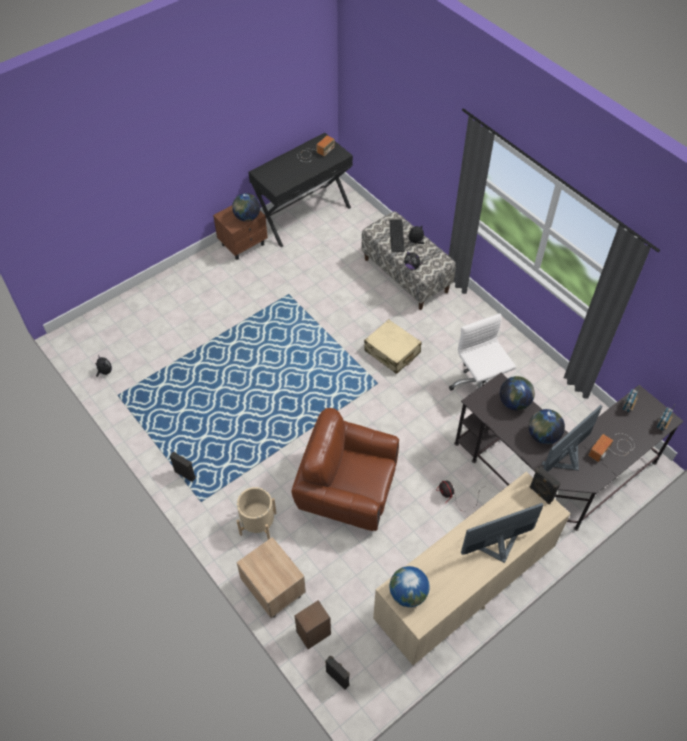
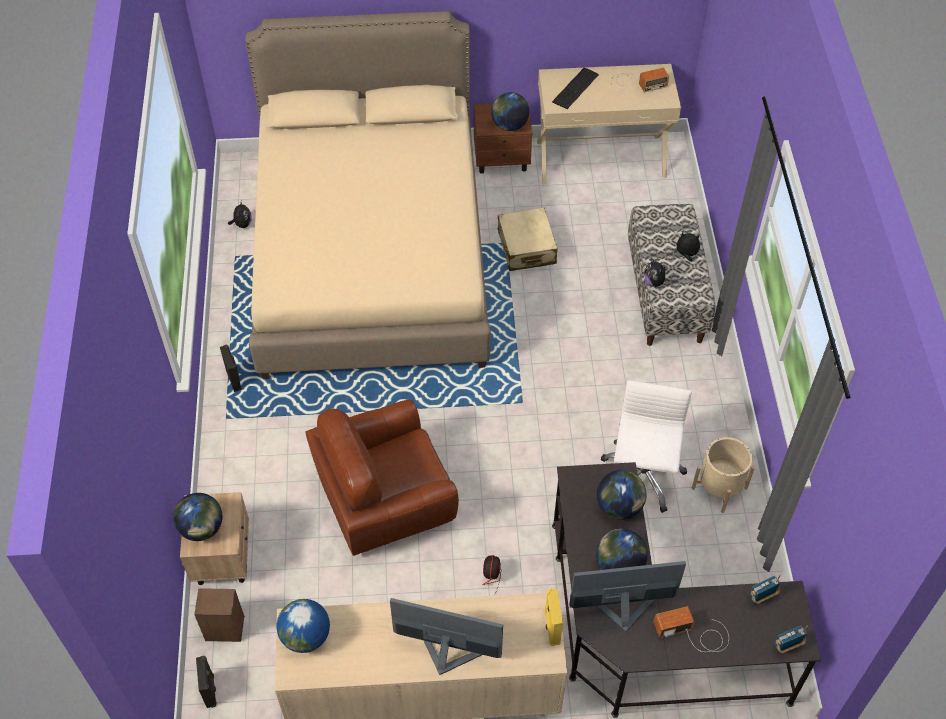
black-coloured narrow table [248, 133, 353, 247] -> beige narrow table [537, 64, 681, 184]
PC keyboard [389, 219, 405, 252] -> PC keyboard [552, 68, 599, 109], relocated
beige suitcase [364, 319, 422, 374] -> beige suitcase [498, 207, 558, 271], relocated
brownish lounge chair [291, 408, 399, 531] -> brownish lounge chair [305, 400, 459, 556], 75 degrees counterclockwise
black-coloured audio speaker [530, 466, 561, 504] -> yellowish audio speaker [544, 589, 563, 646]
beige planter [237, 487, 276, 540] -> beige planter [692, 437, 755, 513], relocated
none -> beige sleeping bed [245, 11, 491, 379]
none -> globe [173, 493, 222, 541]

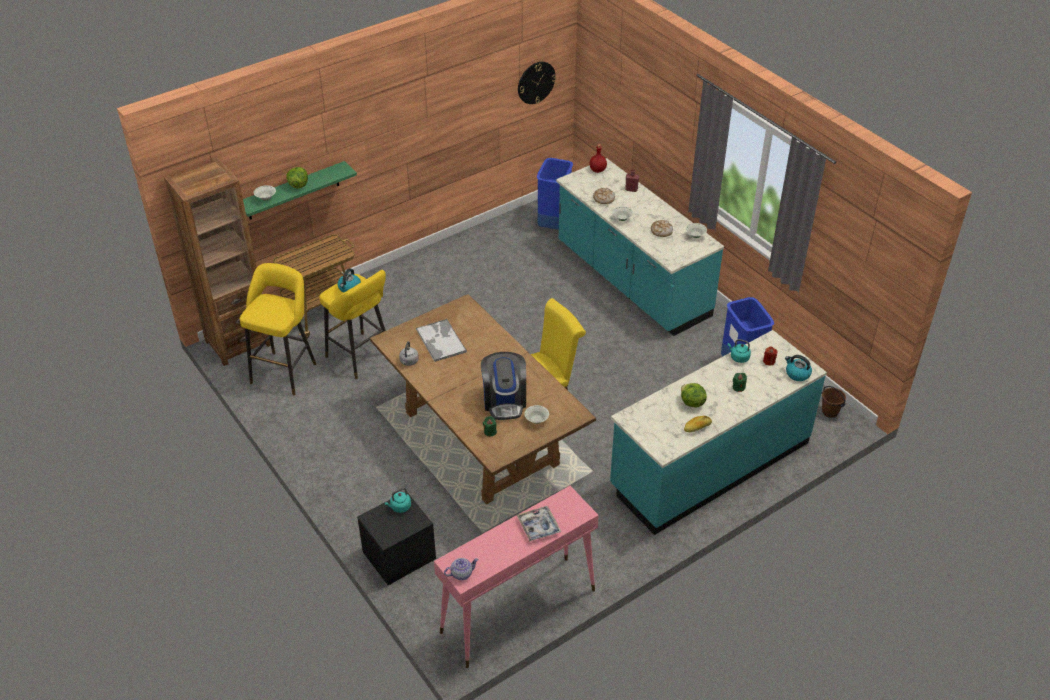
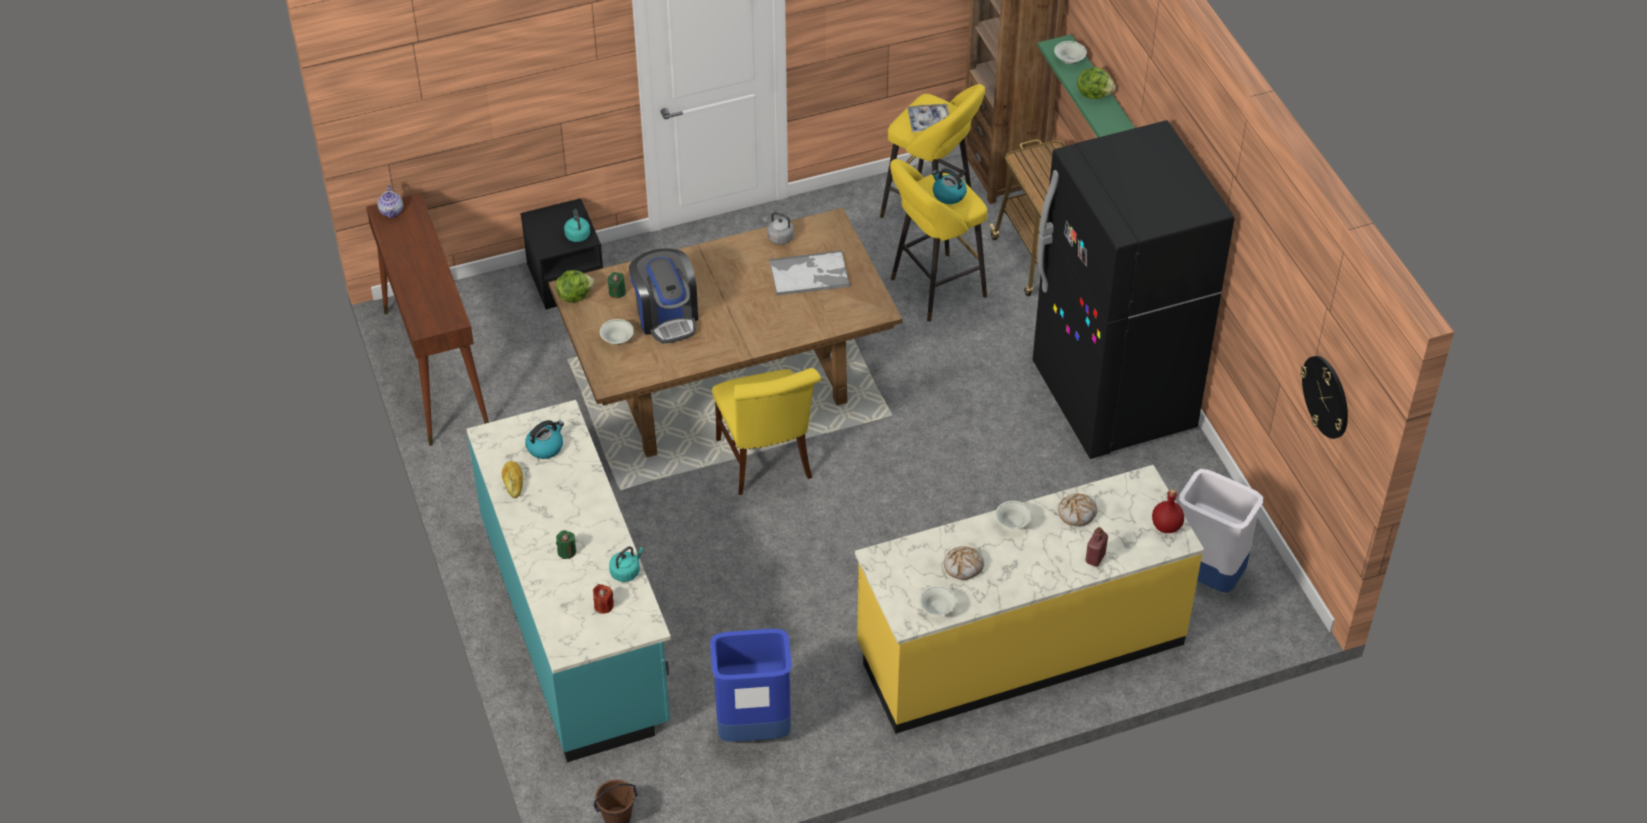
blue trash can [537, 158, 573, 230] -> white trash can [1179, 469, 1263, 593]
blue-green counter [556, 158, 724, 336] -> yellowish counter [855, 465, 1204, 734]
coffee machine [481, 352, 526, 420] -> coffee machine [629, 249, 698, 344], 120 degrees counterclockwise
tea kettle [785, 355, 812, 381] -> tea kettle [525, 420, 564, 459], relocated
lettuce head [681, 383, 707, 408] -> lettuce head [556, 270, 595, 303], relocated
pink-coloured narrow table [434, 486, 599, 668] -> brownish narrow table [366, 193, 489, 446]
tray [517, 506, 561, 542] -> tray [907, 104, 949, 132], relocated
none -> black-coloured kitchen fridge [1033, 120, 1234, 459]

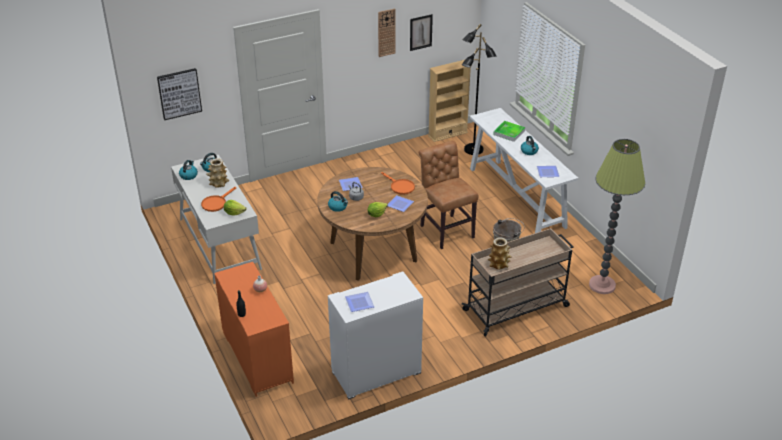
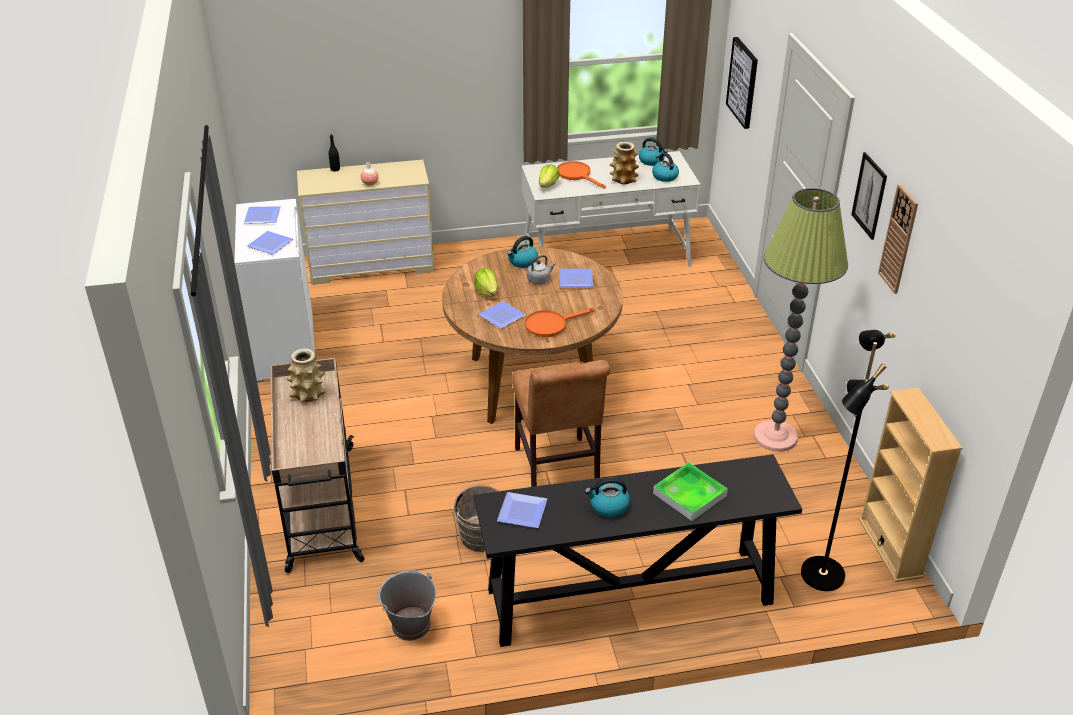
wall art [410, 14, 433, 51] -> wall art [851, 152, 887, 240], relocated
white narrow table [470, 108, 578, 233] -> black-coloured narrow table [474, 454, 802, 647]
standard lamp [589, 139, 645, 294] -> standard lamp [754, 188, 848, 452], relocated
brownish chair [419, 141, 479, 249] -> brownish chair [512, 360, 610, 487], 90 degrees clockwise
orangey chest of drawers [214, 262, 294, 397] -> beige chest of drawers [297, 160, 434, 285]
none -> flat dish [247, 231, 293, 255]
none -> greyish water bucket [377, 570, 436, 641]

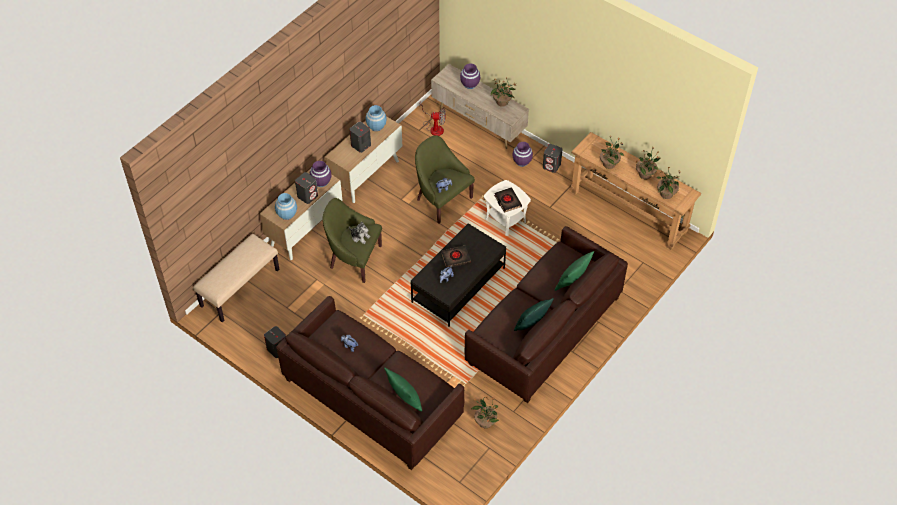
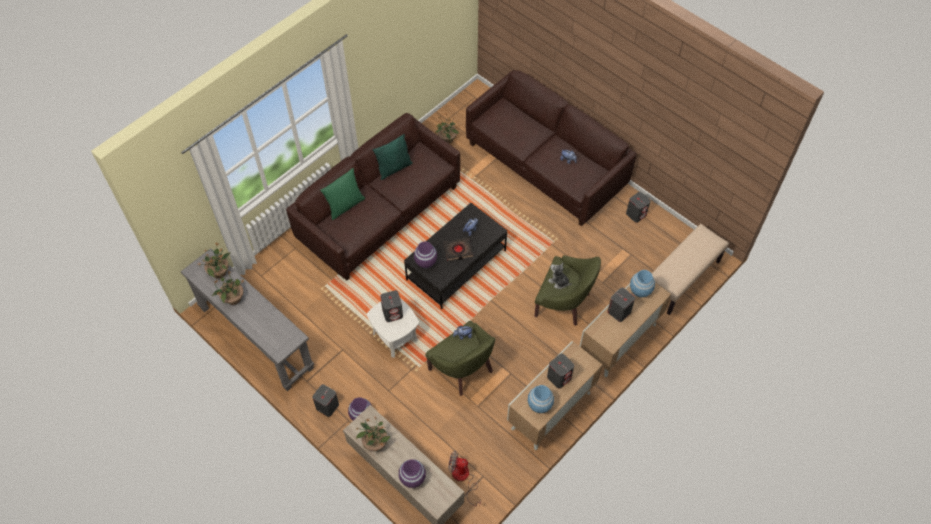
brownish narrow table [570, 132, 701, 250] -> greyish narrow table [181, 248, 314, 391]
plant in a pot [600, 135, 624, 169] -> none
purple flower vase [310, 161, 331, 187] -> purple flower vase [414, 241, 437, 268], relocated
black-coloured book [494, 187, 522, 213] -> greyish audio speaker [380, 290, 403, 322]
green cushion [384, 367, 422, 412] -> none

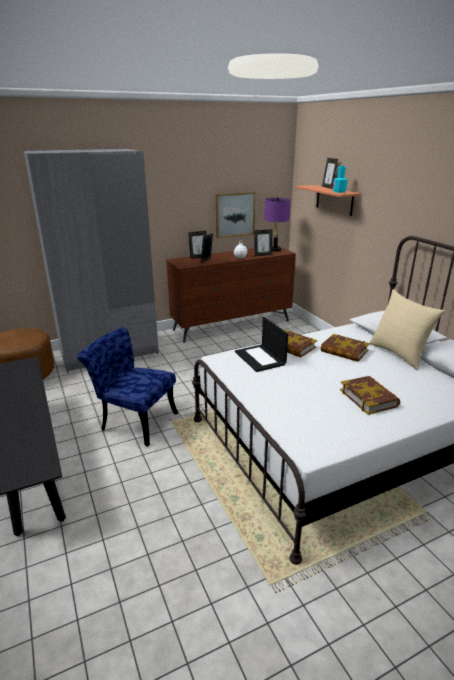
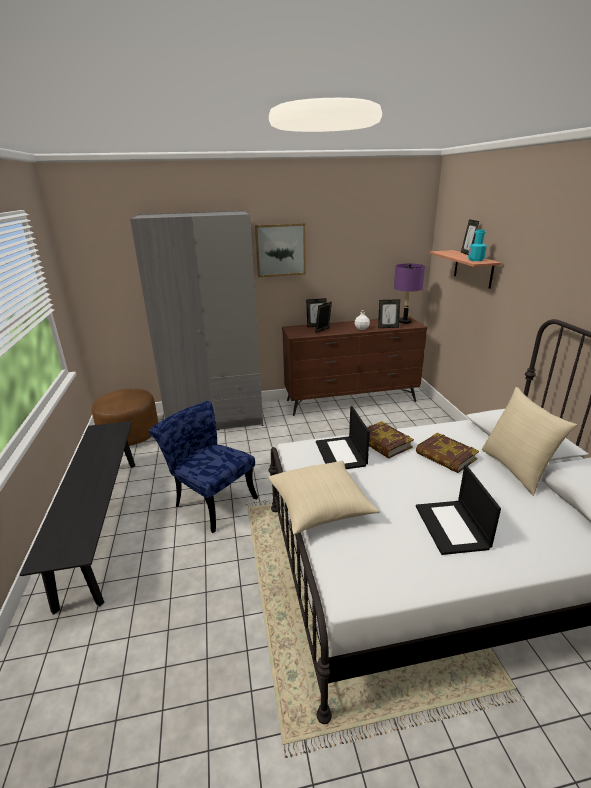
wall art [216, 192, 255, 238] -> wall art [255, 223, 306, 277], relocated
book [340, 376, 400, 415] -> notebook computer [416, 465, 501, 555]
none -> beige cushion [268, 461, 380, 535]

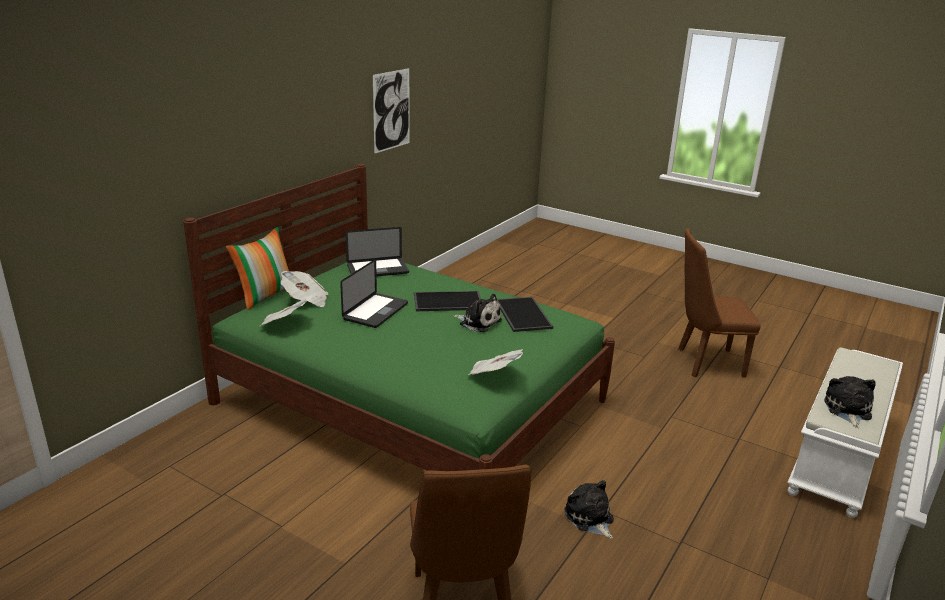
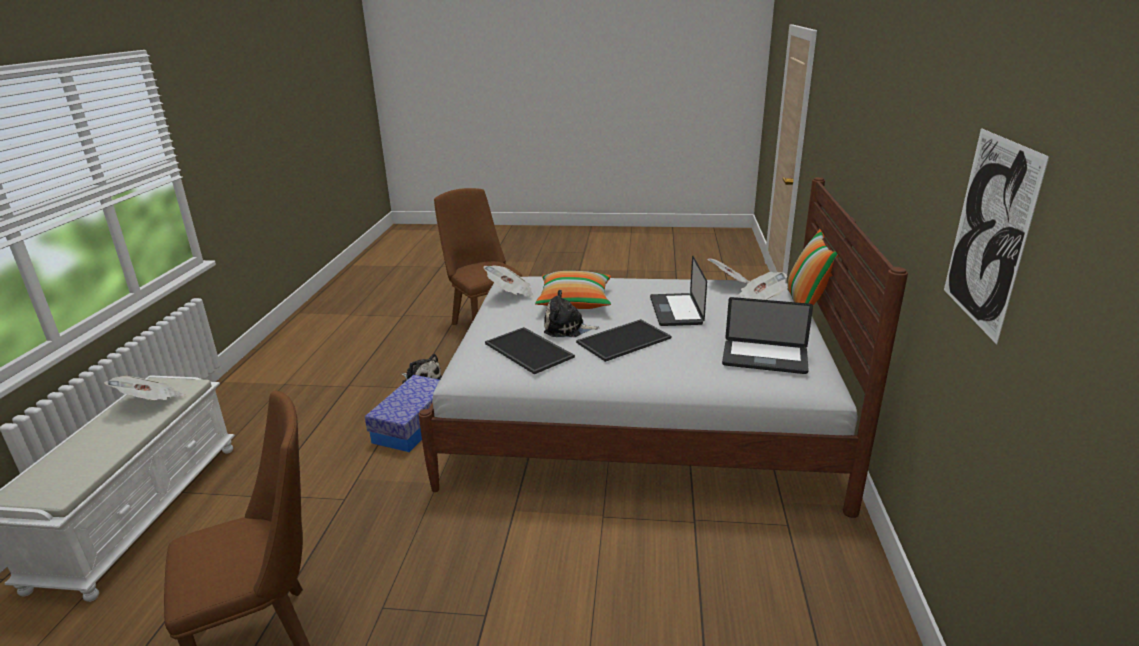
green sleeping bed [183, 164, 615, 471] -> white sleeping bed [418, 177, 908, 518]
notebook computer [345, 227, 409, 276] -> notebook computer [722, 297, 813, 374], 120 degrees counterclockwise
soft toy [824, 376, 876, 428] -> daily paper [104, 376, 185, 400]
none -> cushion [535, 271, 611, 309]
none -> storage container [365, 375, 440, 452]

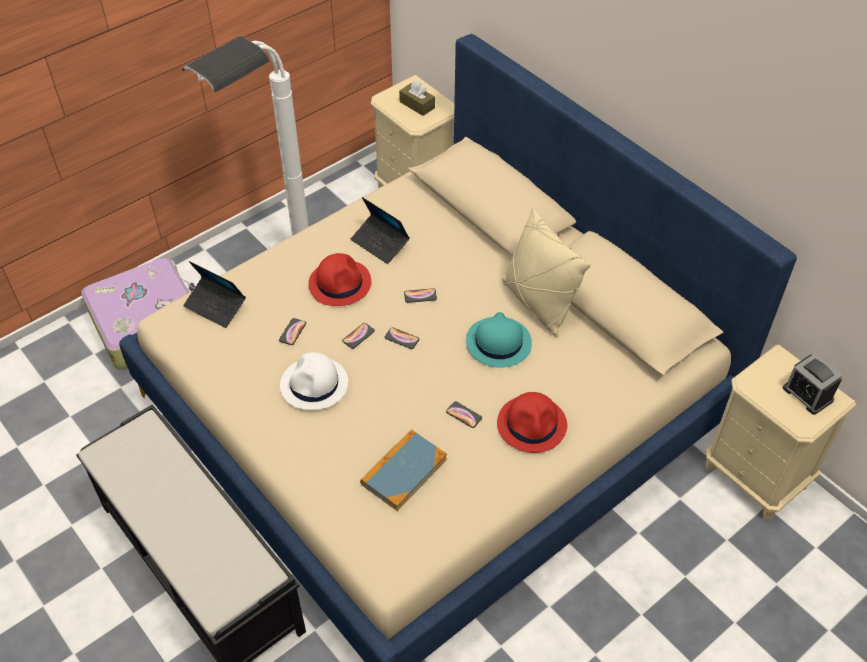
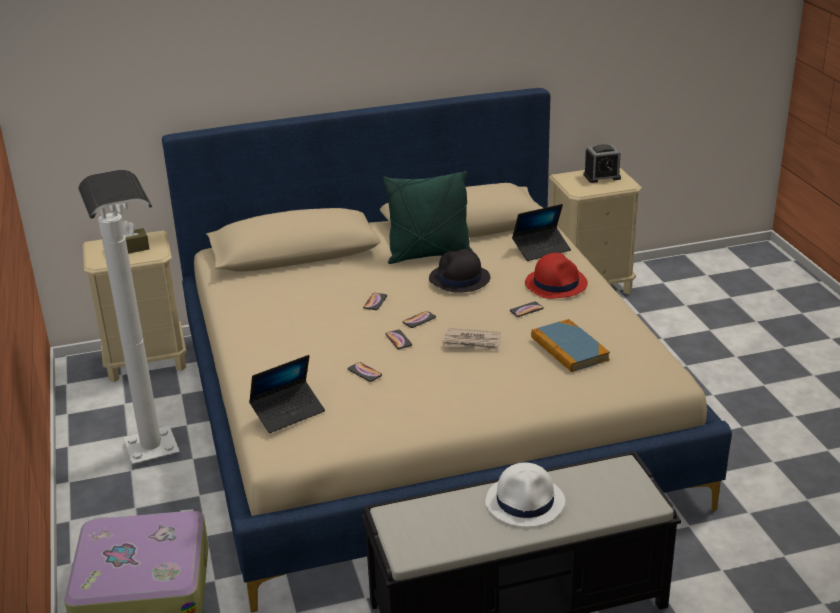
notebook computer [351, 197, 410, 264] -> notebook computer [512, 204, 571, 261], relocated
beige cushion [501, 207, 591, 337] -> green cushion [383, 171, 473, 264]
red hat [308, 253, 371, 306] -> none
blue-green hat [466, 312, 532, 368] -> black-coloured hat [429, 249, 490, 293]
white hat [280, 352, 348, 410] -> white hat [485, 462, 565, 527], relocated
none -> daily paper [443, 328, 501, 351]

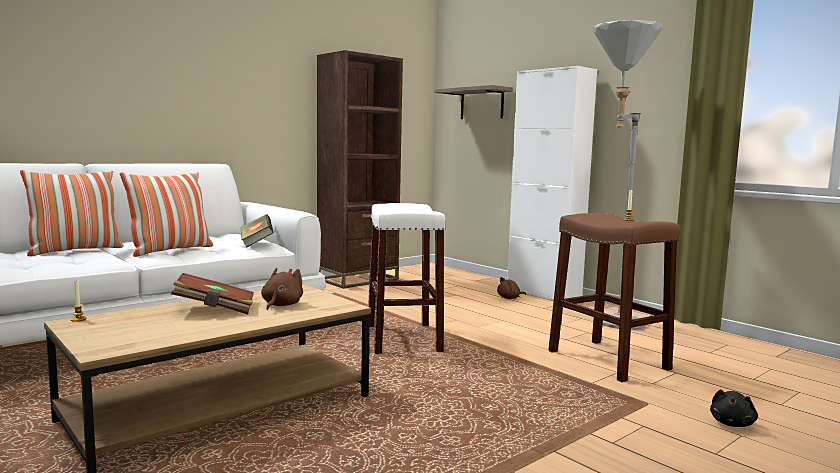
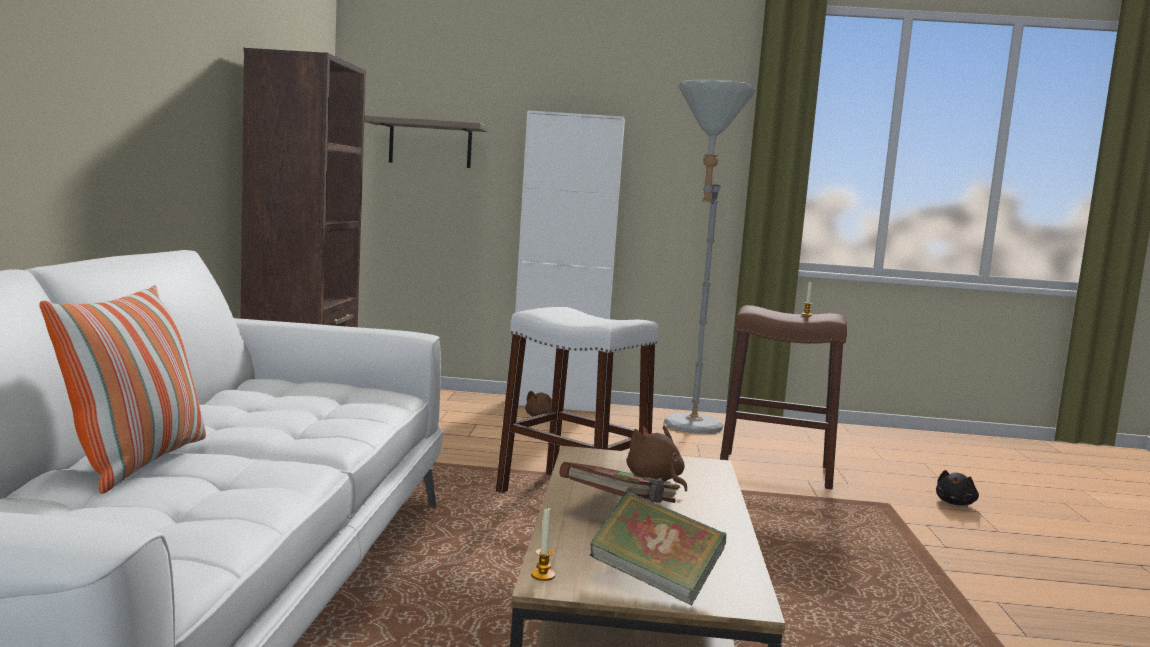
cushion [120, 172, 213, 257] -> none
book [240, 214, 274, 248] -> book [590, 491, 727, 605], relocated
black-coloured soft toy [710, 389, 758, 427] -> black-coloured soft toy [936, 470, 979, 505], 45 degrees clockwise

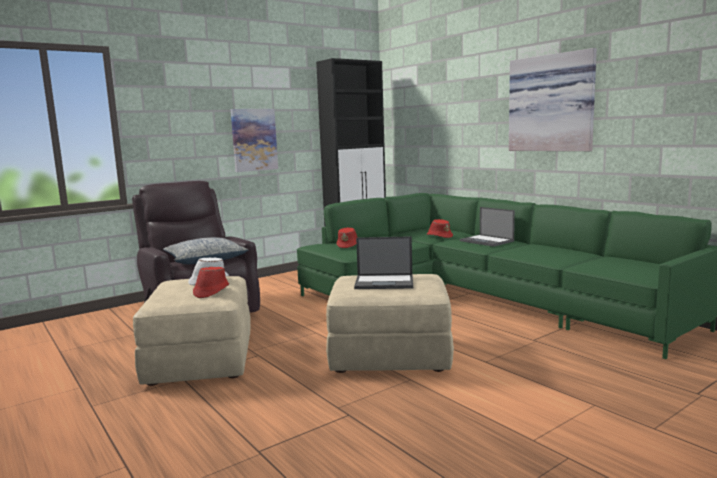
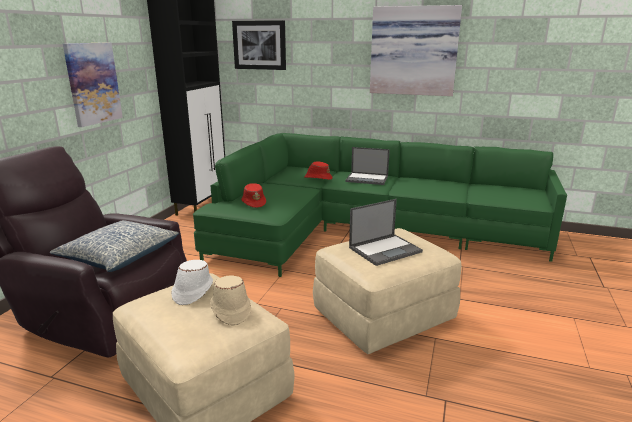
red hat [193, 267, 229, 298] -> beige hat [210, 276, 251, 325]
none -> wall art [232, 20, 286, 70]

